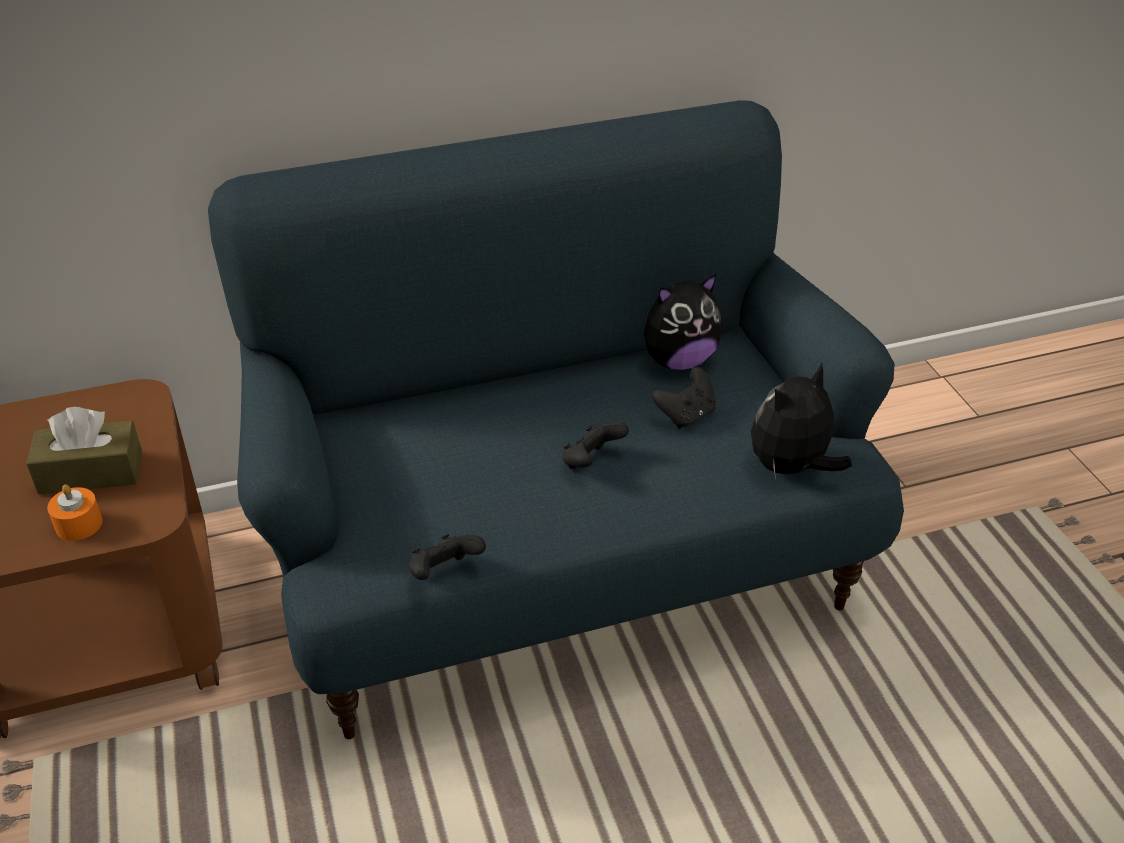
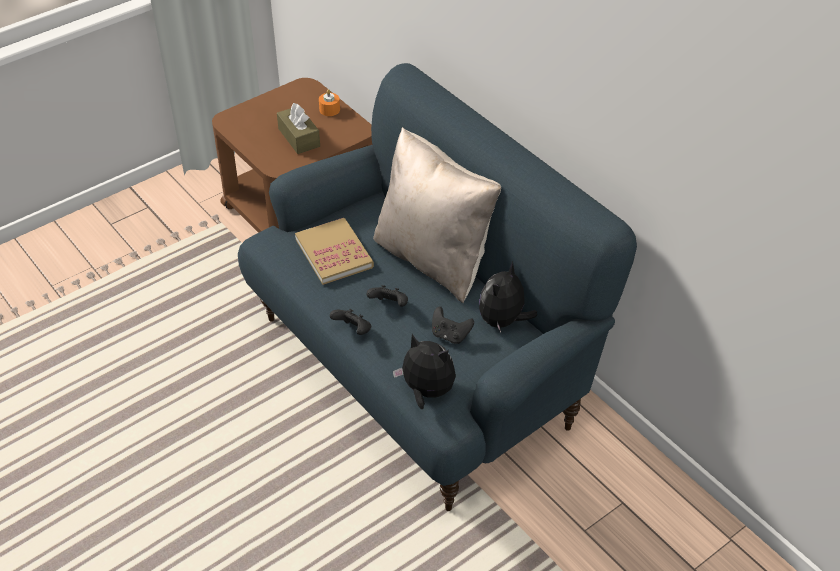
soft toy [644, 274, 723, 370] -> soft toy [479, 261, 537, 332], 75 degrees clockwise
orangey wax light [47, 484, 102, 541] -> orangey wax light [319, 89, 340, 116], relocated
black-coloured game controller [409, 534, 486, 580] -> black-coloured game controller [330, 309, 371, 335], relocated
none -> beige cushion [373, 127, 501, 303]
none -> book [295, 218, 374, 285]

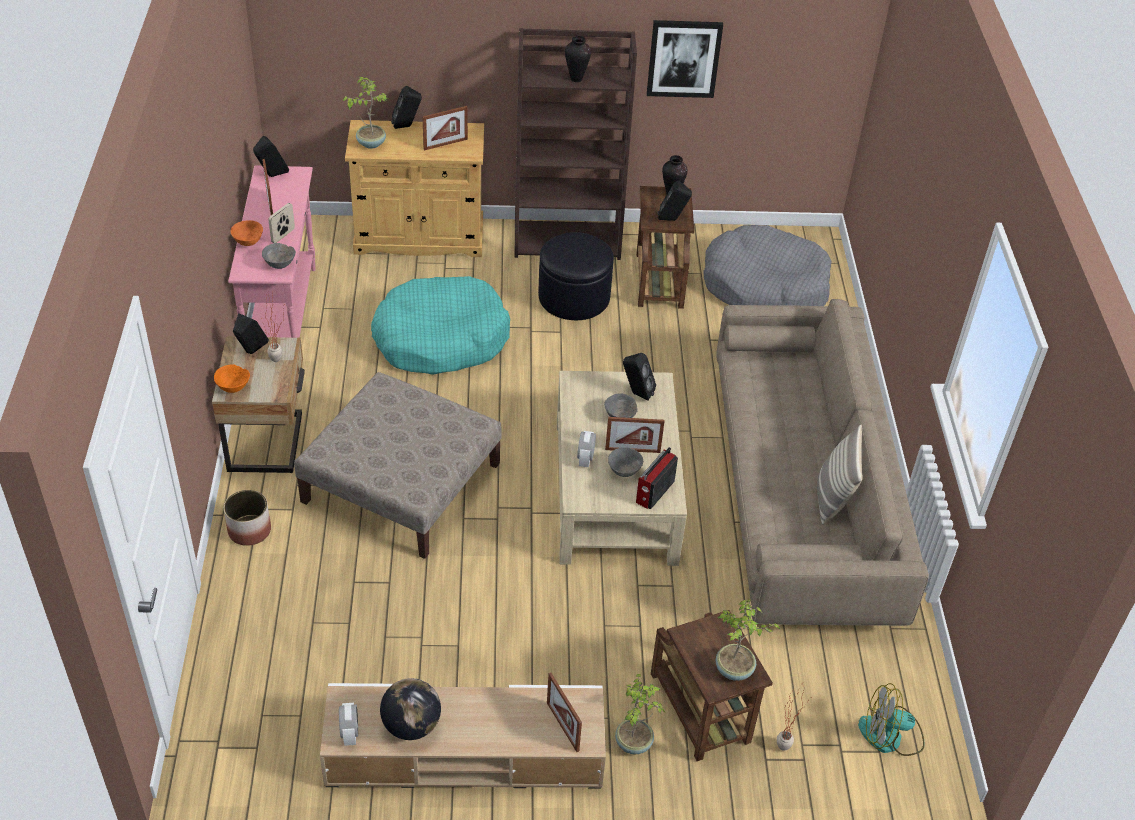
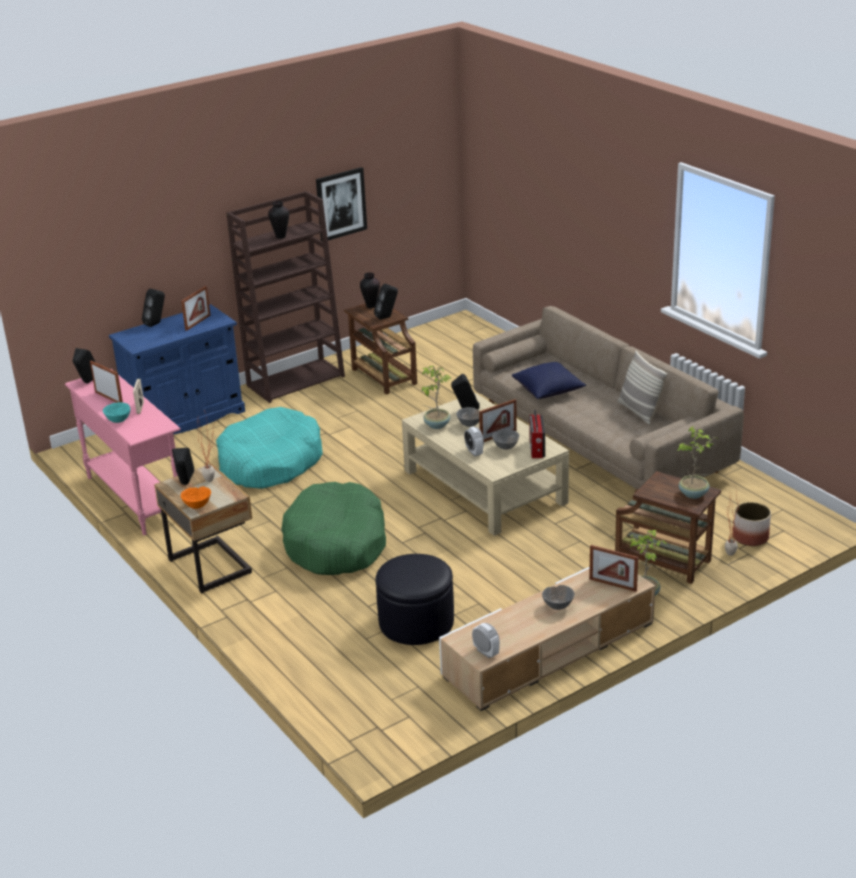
plant in a pot [343, 77, 388, 149] -> plant in a pot [422, 366, 451, 429], relocated
beige cabinet [345, 120, 484, 257] -> blue cabinet [109, 304, 245, 435]
orangey bowl [230, 220, 263, 246] -> blue-green bowl [103, 402, 130, 423]
greyish dog cushion [703, 225, 831, 306] -> none
black-coloured ottoman [538, 232, 614, 320] -> black-coloured ottoman [375, 554, 454, 645], relocated
greyish bowl [262, 243, 296, 269] -> greyish bowl [542, 585, 575, 610], relocated
beige ottoman [294, 372, 502, 559] -> green dog cushion [281, 482, 386, 575]
planter [224, 490, 271, 546] -> planter [733, 502, 771, 546], relocated
globe [380, 678, 441, 740] -> none
fan [858, 683, 924, 756] -> none
none -> blue cushion [512, 362, 586, 399]

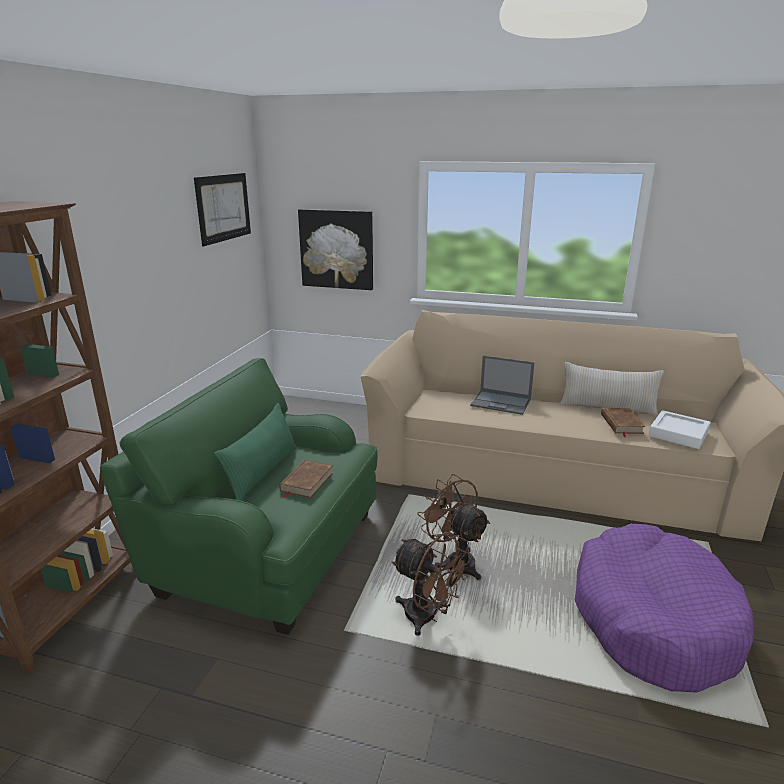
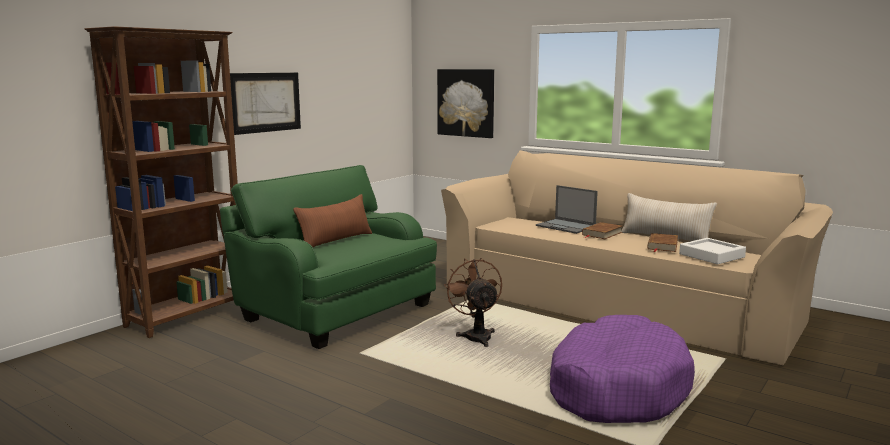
wall art [194, 173, 251, 246] -> wall art [230, 73, 301, 135], relocated
green cushion [214, 403, 297, 501] -> brownish cushion [293, 194, 372, 247]
brownish book [279, 460, 333, 498] -> brownish book [582, 222, 622, 239], relocated
brownish fan [392, 532, 472, 636] -> none

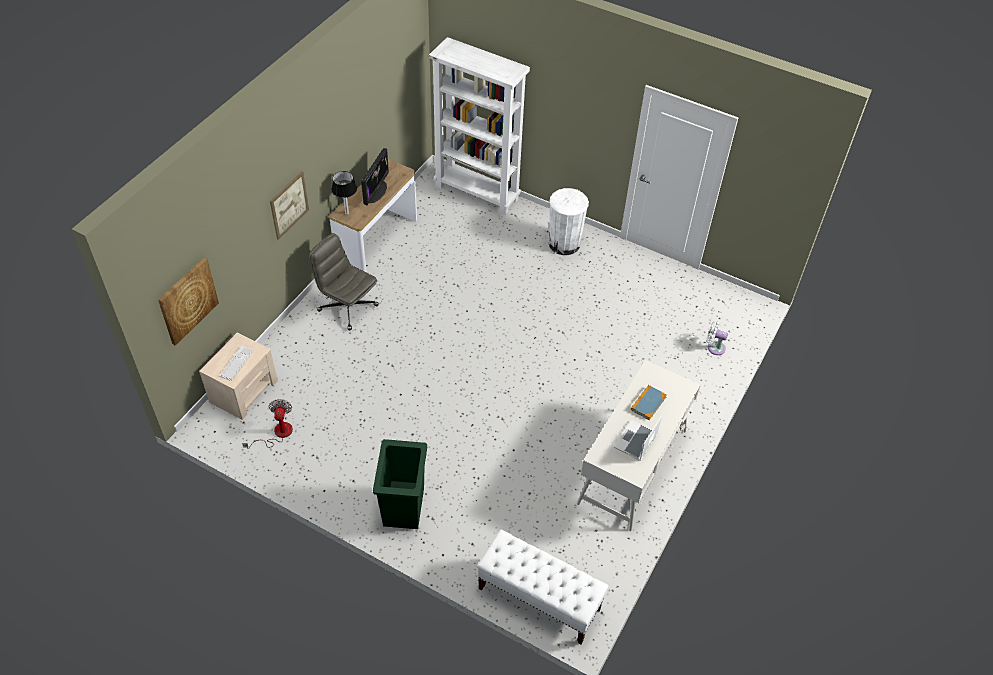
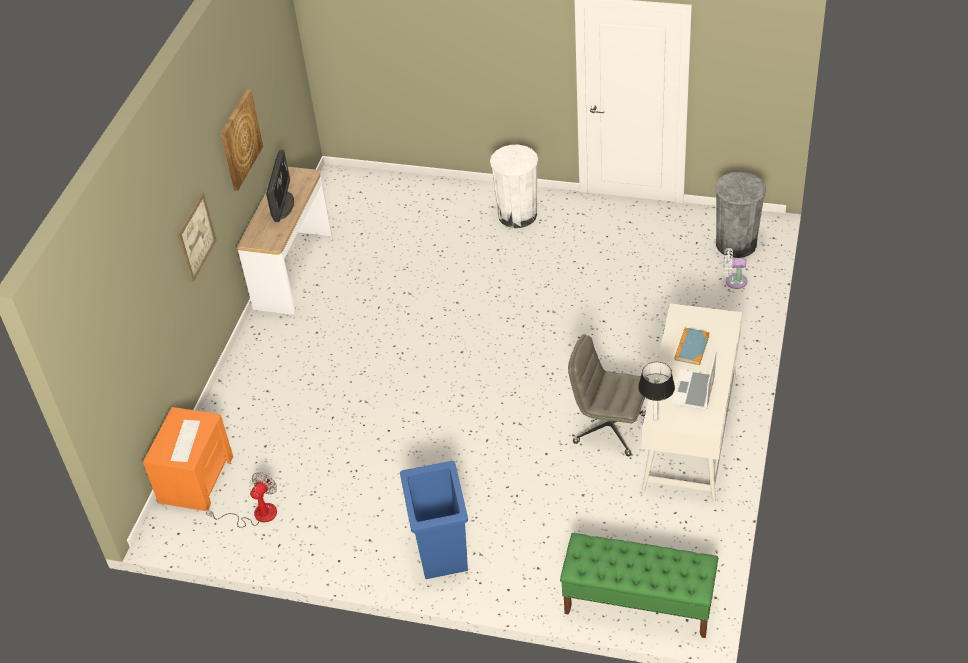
white shelving unit [429, 37, 530, 215] -> none
tabletop lamp [332, 171, 357, 215] -> tabletop lamp [638, 362, 675, 421], relocated
greyish computer chair [309, 233, 379, 331] -> greyish computer chair [568, 334, 649, 456], relocated
wall art [158, 257, 219, 346] -> wall art [221, 89, 263, 191], relocated
beige night table [199, 333, 278, 420] -> orangey night table [143, 407, 233, 511]
fan [242, 399, 293, 449] -> fan [206, 472, 277, 528], 45 degrees clockwise
green trash can [373, 439, 427, 529] -> blue trash can [400, 461, 468, 579]
white bench [477, 529, 609, 644] -> green bench [560, 533, 718, 638]
none -> greyish trash can [715, 172, 766, 258]

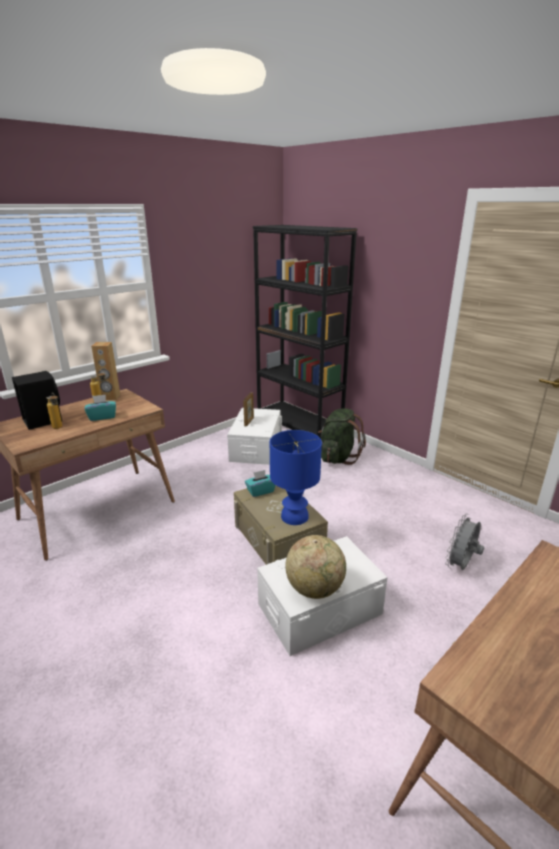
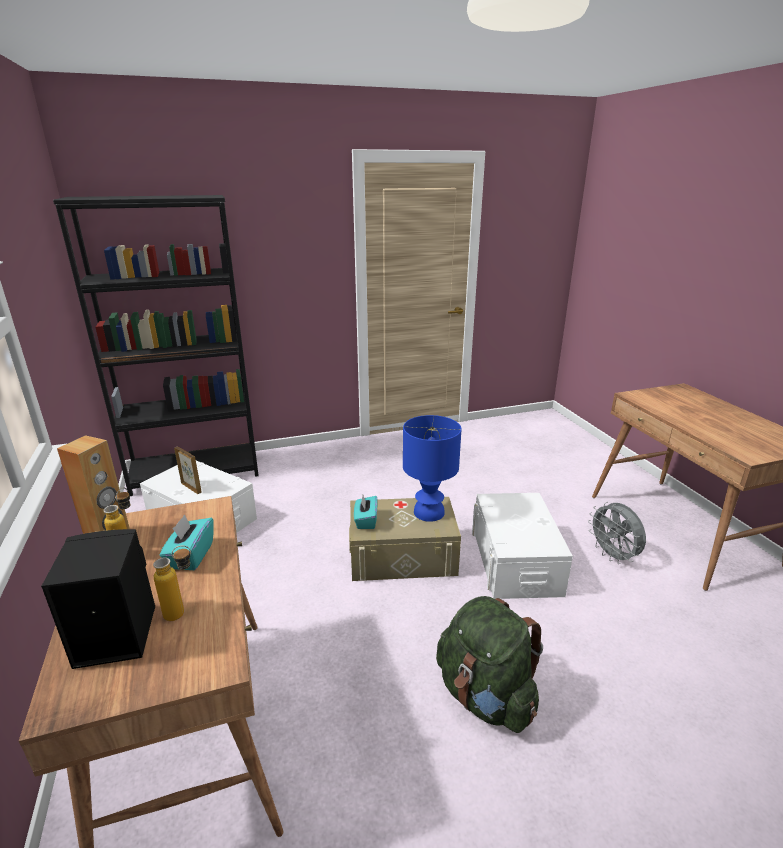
green knapsack [318, 408, 366, 465] -> green knapsack [436, 596, 543, 733], relocated
greyish fan [445, 513, 484, 570] -> greyish fan [588, 502, 646, 564], relocated
globe [285, 535, 346, 599] -> none

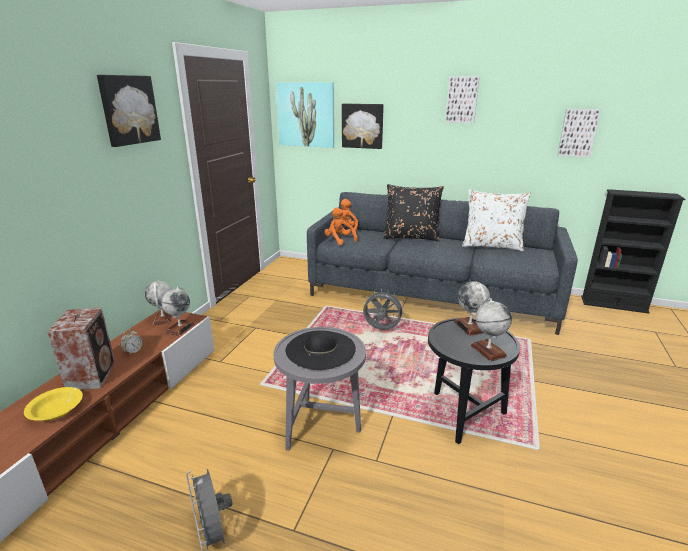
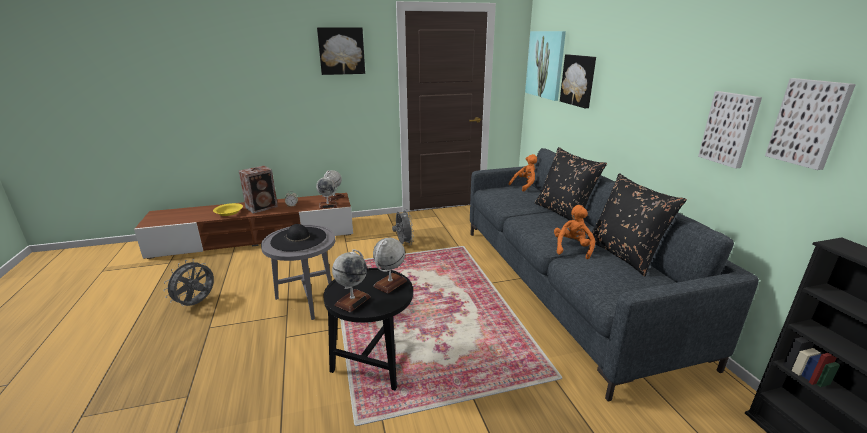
wall art [445, 76, 480, 123] -> wall art [698, 91, 762, 169], relocated
white cushion [462, 190, 531, 251] -> black-coloured cushion [587, 173, 687, 276]
orangey soft toy [325, 207, 358, 245] -> orangey soft toy [554, 205, 595, 259], relocated
greyish fan [363, 289, 405, 330] -> greyish fan [392, 209, 414, 245], relocated

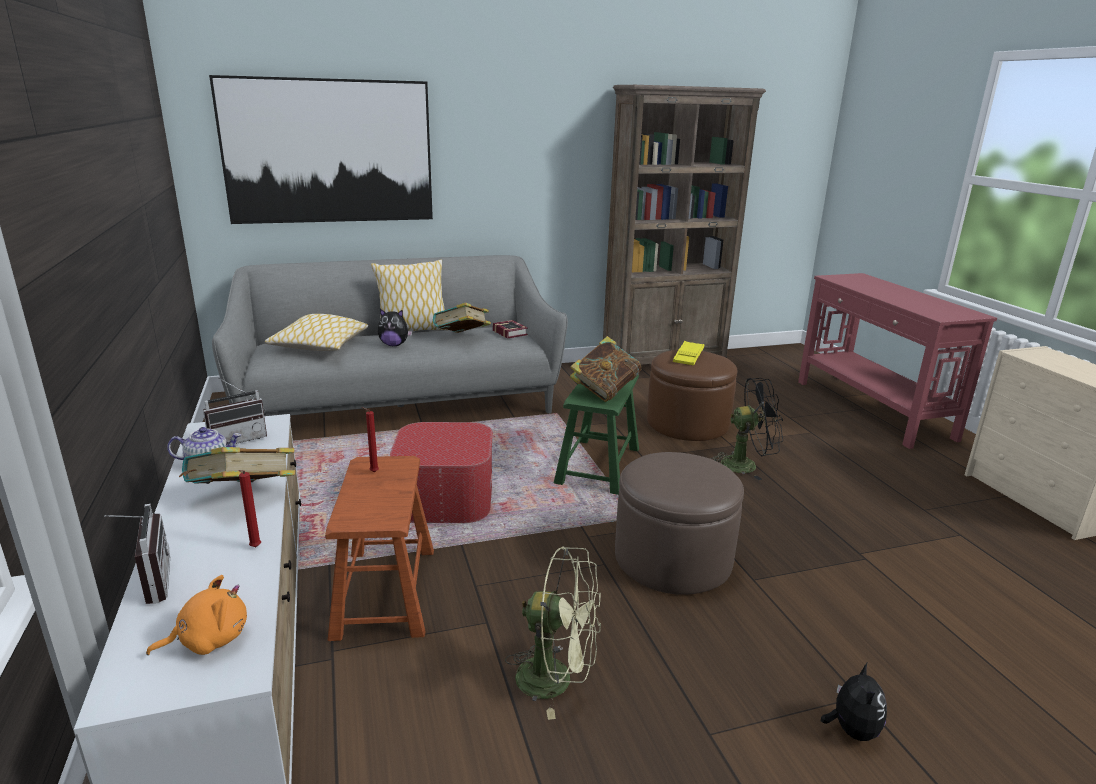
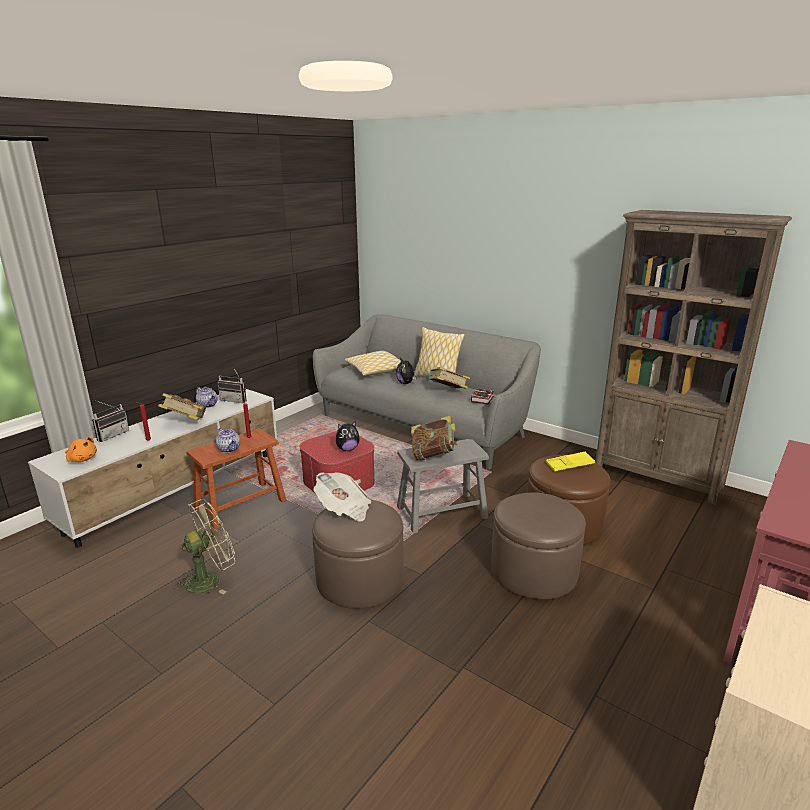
wall art [209, 75, 433, 224] -> none
green sitting stool [554, 374, 639, 495] -> greyish sitting stool [397, 439, 489, 533]
black-coloured fan [710, 378, 783, 480] -> brownish ottoman [491, 492, 586, 599]
green fan [505, 546, 601, 720] -> green fan [173, 499, 235, 595], 105 degrees counterclockwise
soft toy [821, 663, 887, 741] -> soft toy [336, 421, 360, 451], relocated
none -> teapot [216, 428, 240, 453]
none -> daily paper [313, 472, 371, 522]

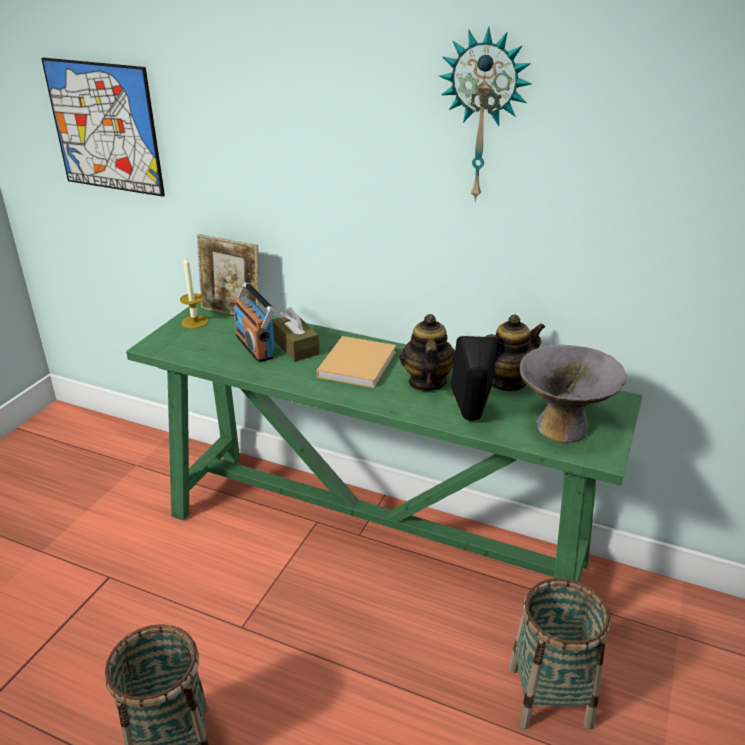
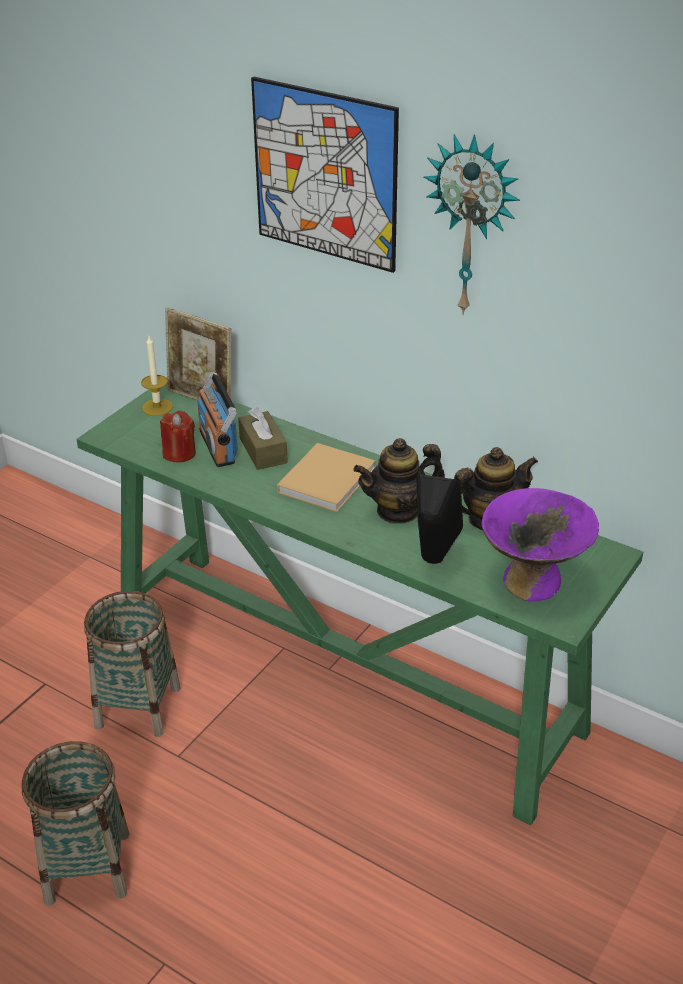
wall art [41, 58, 165, 197] -> wall art [251, 77, 399, 273], relocated
teapot [400, 314, 455, 391] -> teapot [354, 438, 445, 524], 120 degrees counterclockwise
greyish bowl [520, 345, 627, 443] -> purple bowl [481, 488, 599, 602]
storage basket [509, 578, 610, 730] -> storage basket [84, 591, 181, 737], relocated
none -> red wax light [160, 410, 196, 462]

